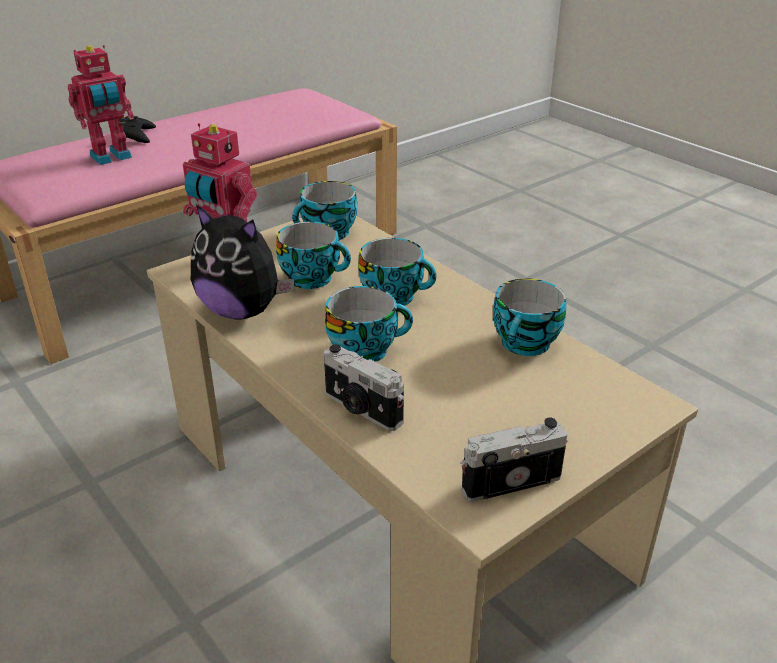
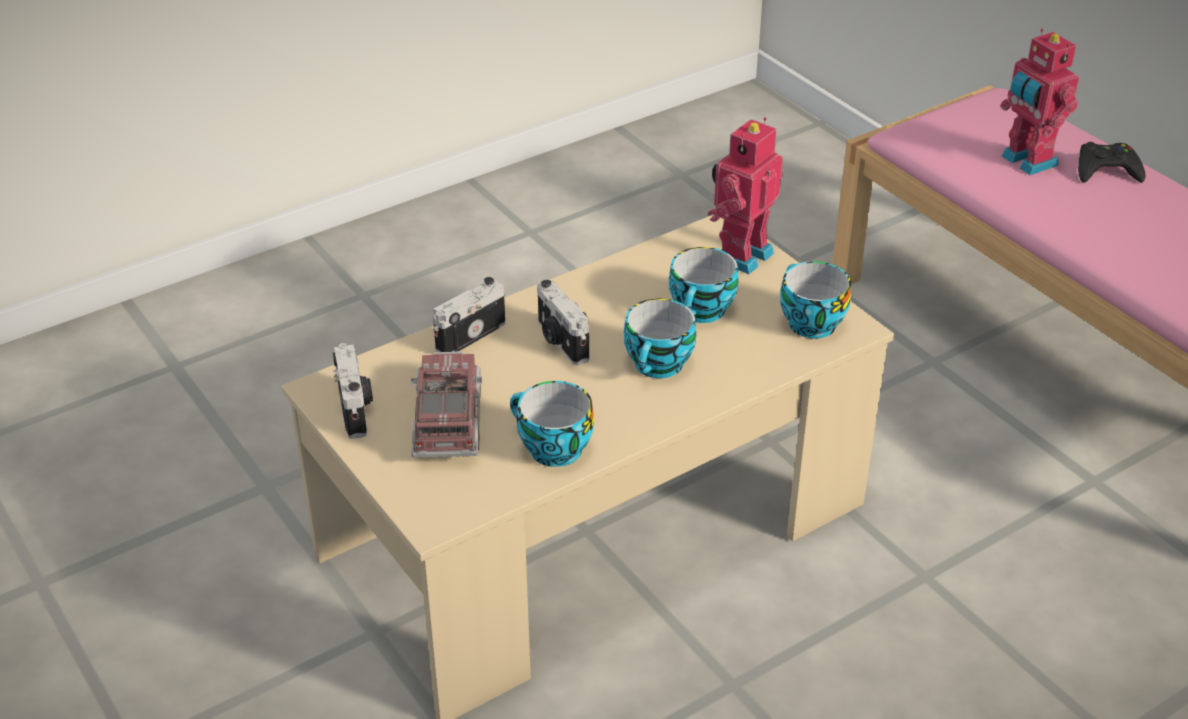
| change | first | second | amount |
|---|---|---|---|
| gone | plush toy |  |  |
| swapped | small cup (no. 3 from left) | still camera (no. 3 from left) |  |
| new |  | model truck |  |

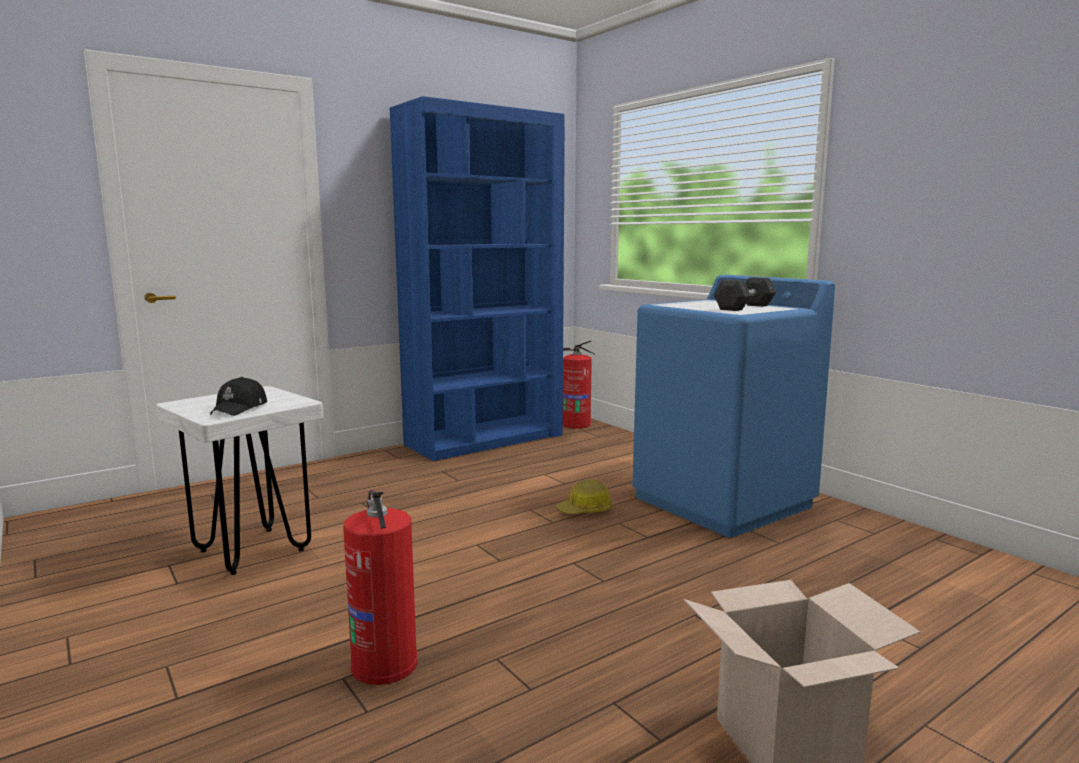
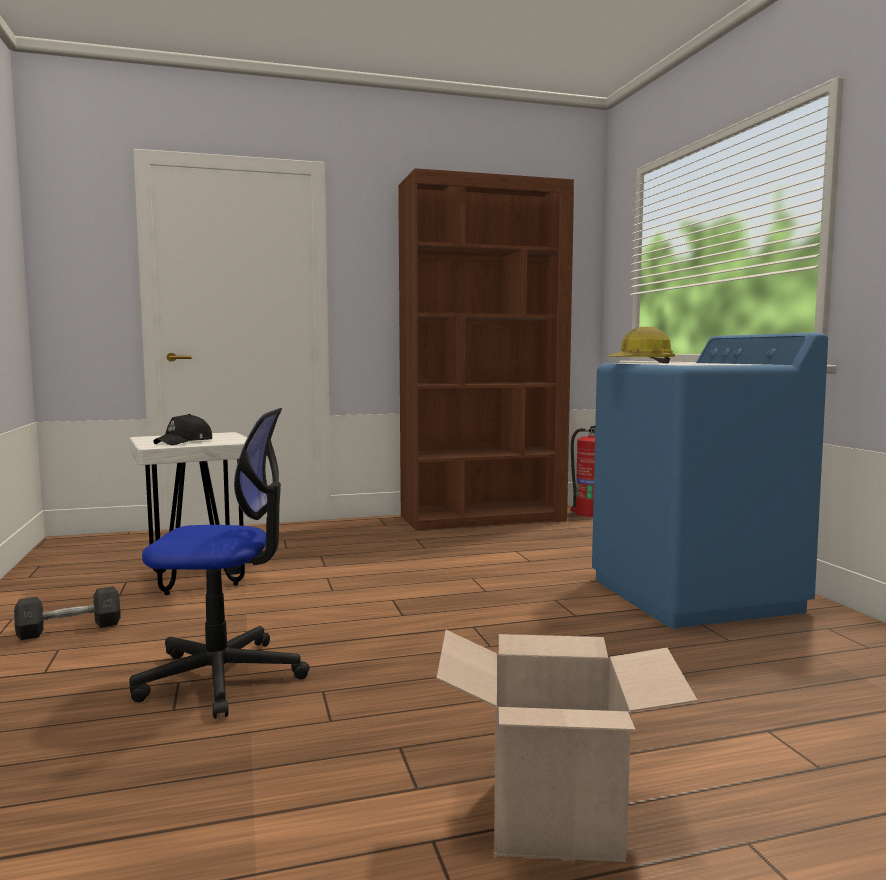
| change | first | second | amount |
|---|---|---|---|
| repainted | blue bookcase | brown bookcase |  |
| shifted | gray free weight |  |  |
| shifted | work helmet |  |  |
| swapped | fire-fighting cylinder (no. 1 from left) | office chair |  |

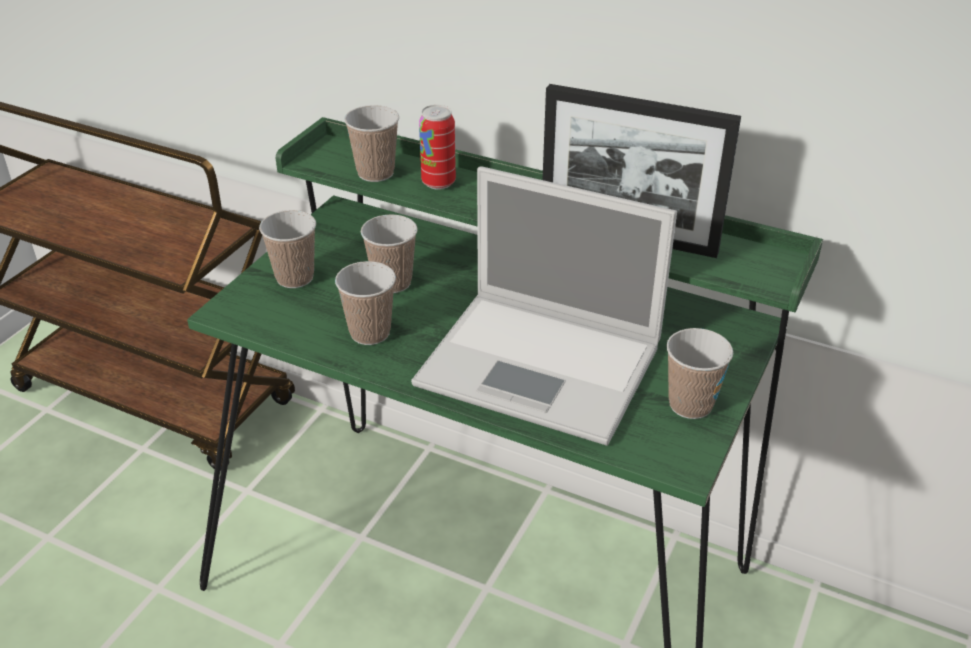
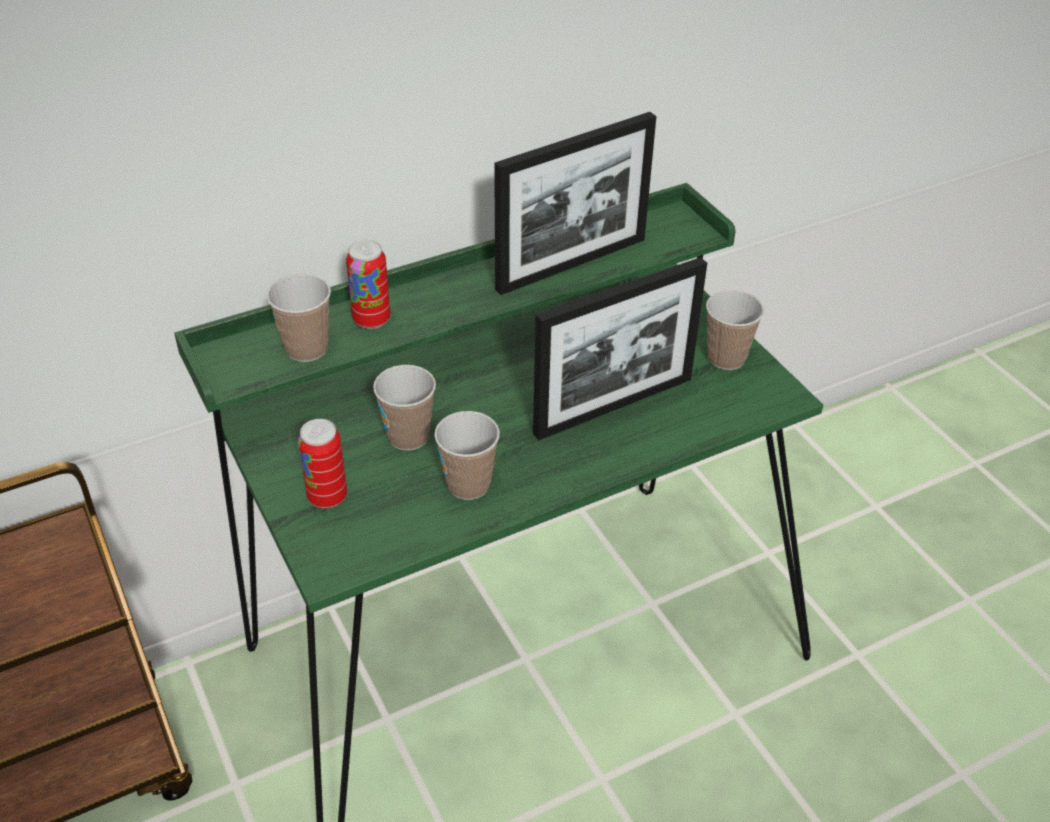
| change | first | second | amount |
|---|---|---|---|
| swapped | portable computer | photo frame (no. 2 from left) |  |
| swapped | small cup (no. 1 from left) | can (no. 1 from left) |  |

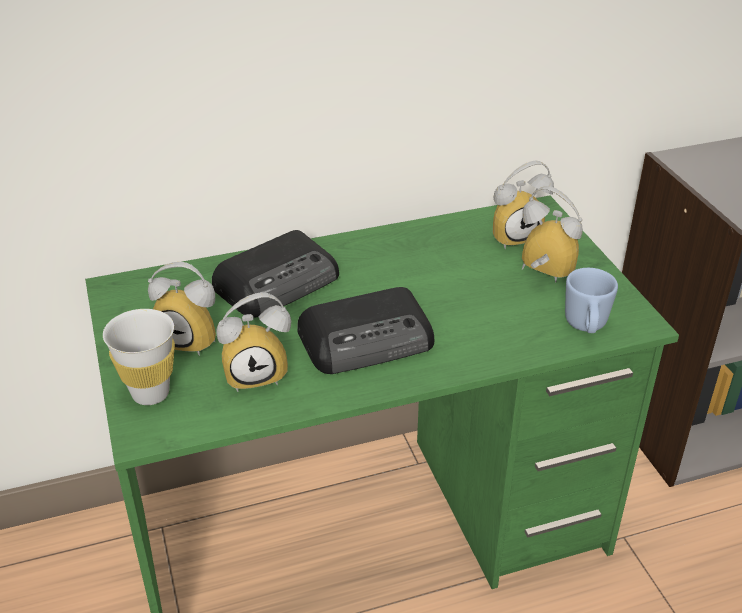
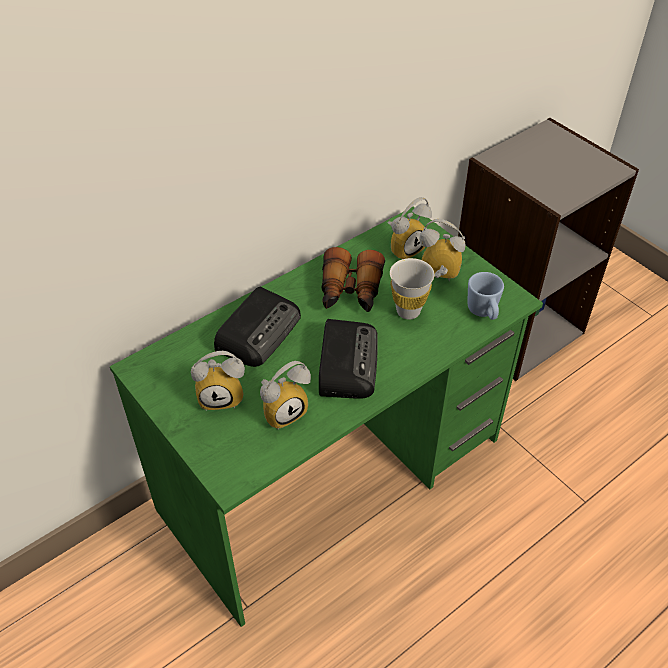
| change | first | second | amount |
|---|---|---|---|
| rotated | radio (no. 2 from left) |  | 45 degrees counterclockwise |
| shifted | white small cup |  |  |
| new |  | field glasses |  |

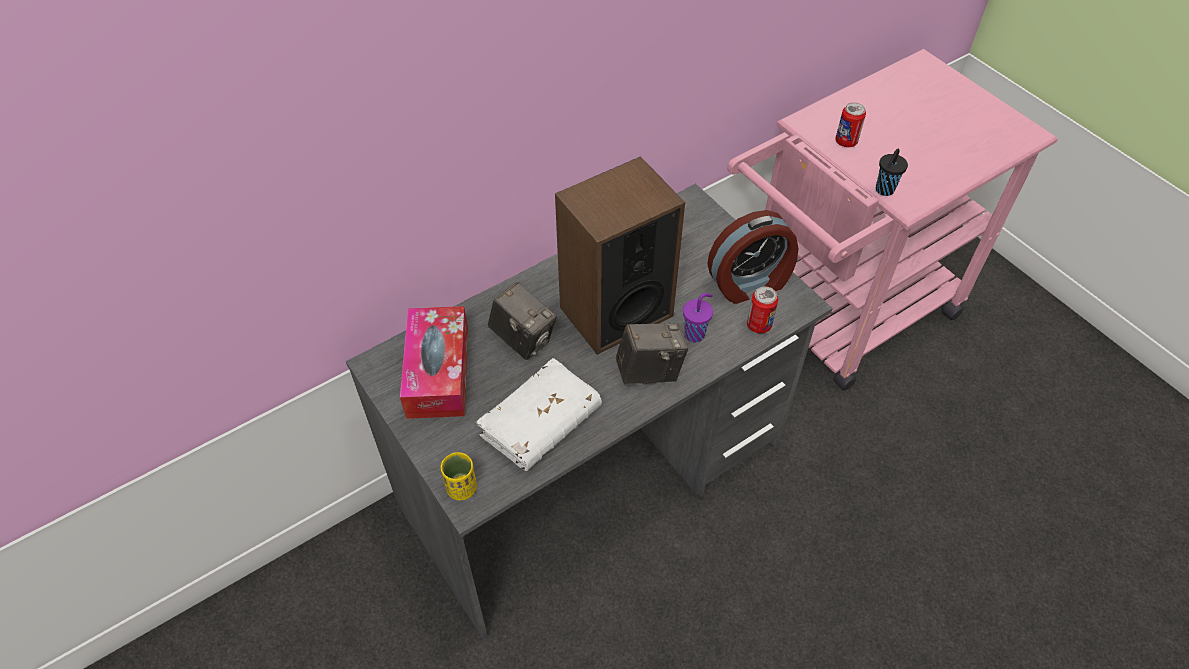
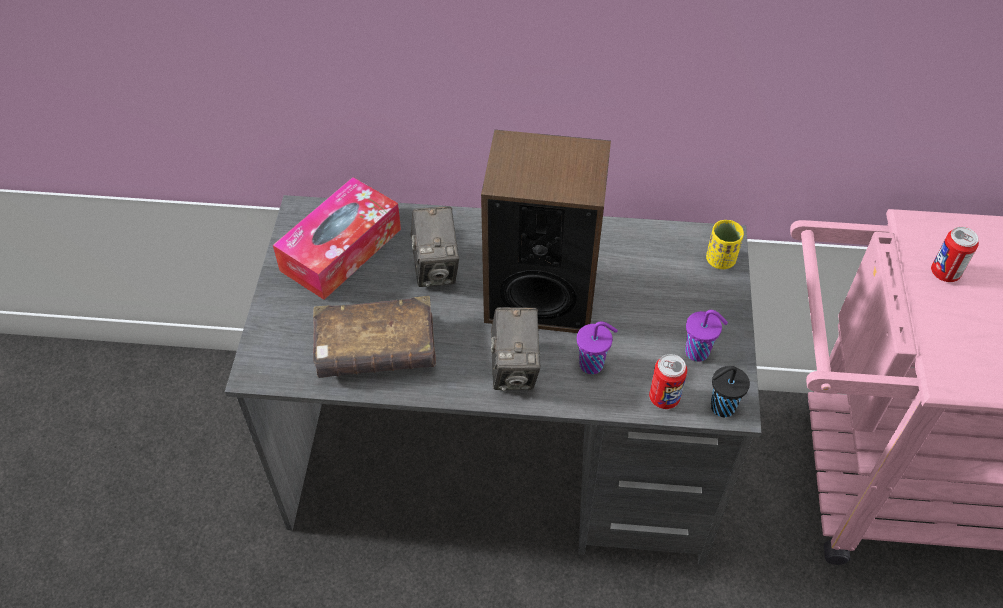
| change | first | second | amount |
|---|---|---|---|
| shifted | black-coloured small cup |  |  |
| swapped | alarm clock | purplish small cup (no. 2 from left) |  |
| rotated | still camera (no. 2 from left) |  | 60 degrees clockwise |
| repainted | white volume | brown volume |  |
| shifted | yellow-coloured small cup |  |  |

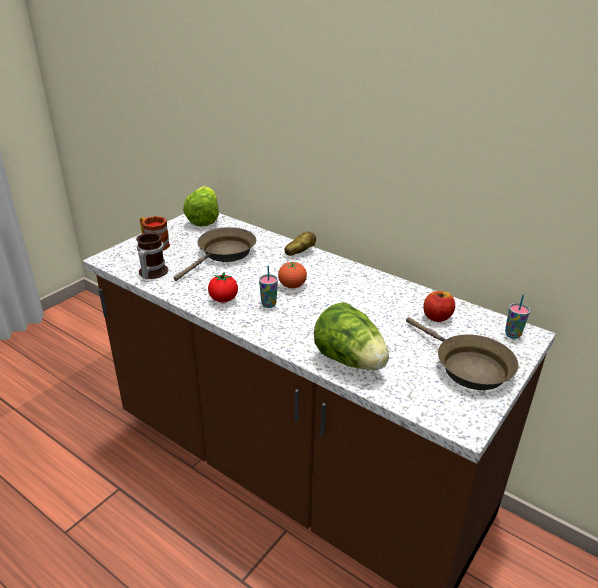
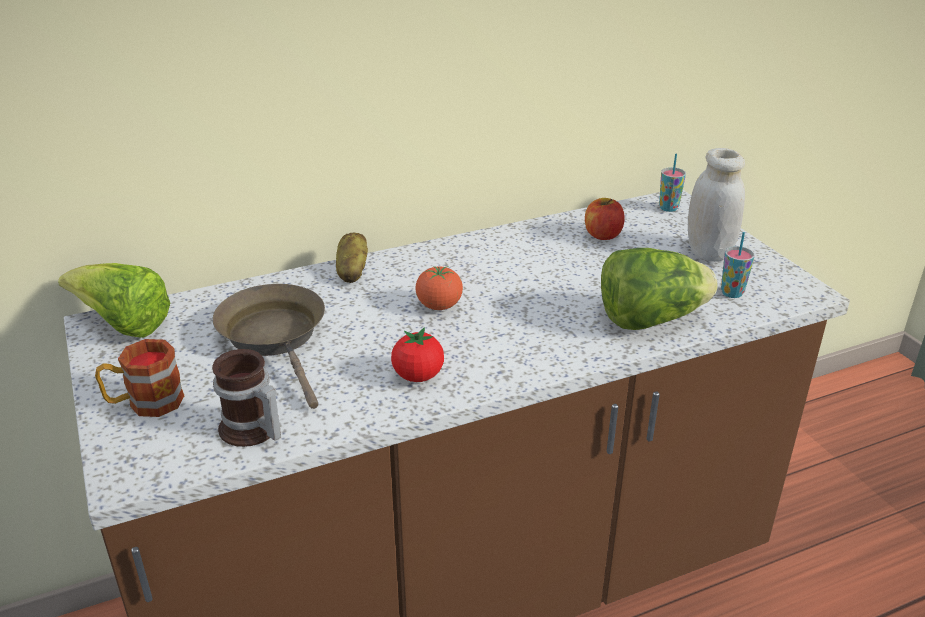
| change | first | second | amount |
|---|---|---|---|
| shifted | small cup (no. 1 from left in the first image) | small cup (no. 2 from left) |  |
| swapped | brown skillet (no. 2 from left) | white jar |  |

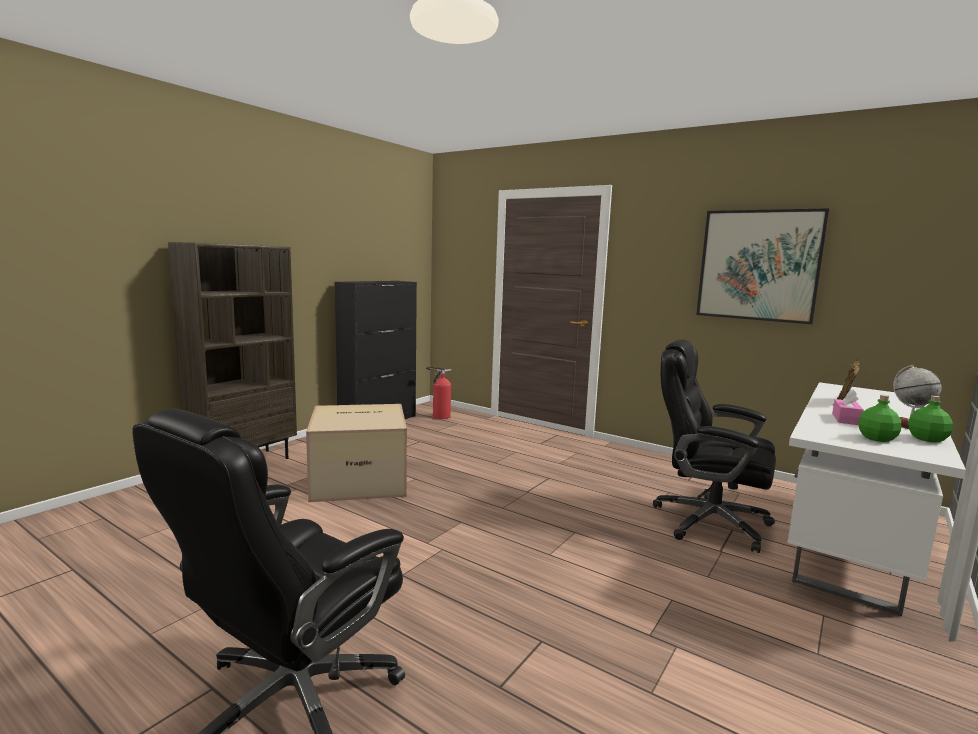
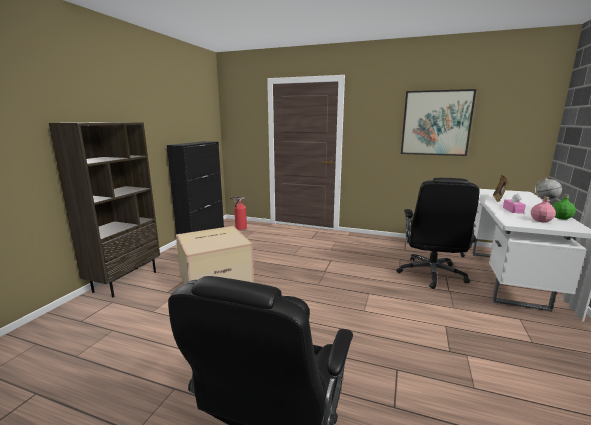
| change | first | second | amount |
|---|---|---|---|
| rotated | black-coloured office chair (no. 2 from left) |  | 90 degrees counterclockwise |
| repainted | green beverage bottle (no. 1 from left) | pink beverage bottle |  |

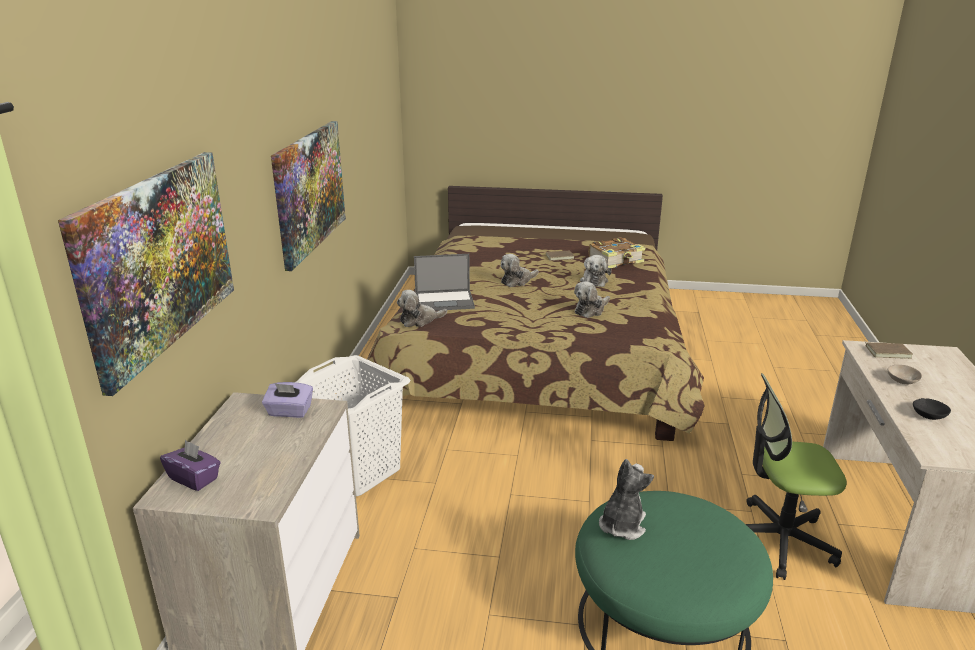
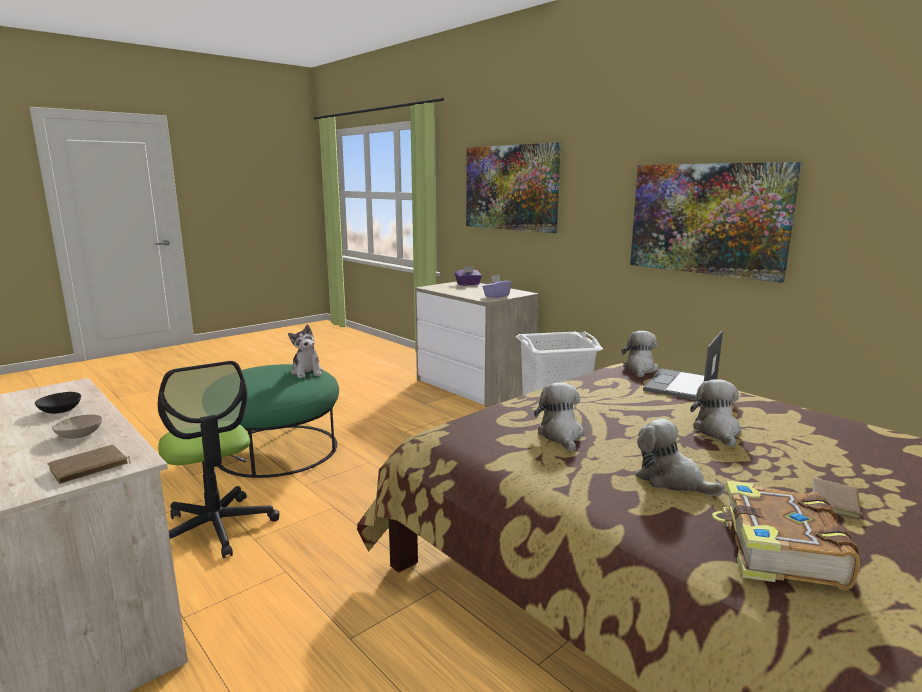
| change | first | second | amount |
|---|---|---|---|
| rotated | office chair |  | 105 degrees clockwise |

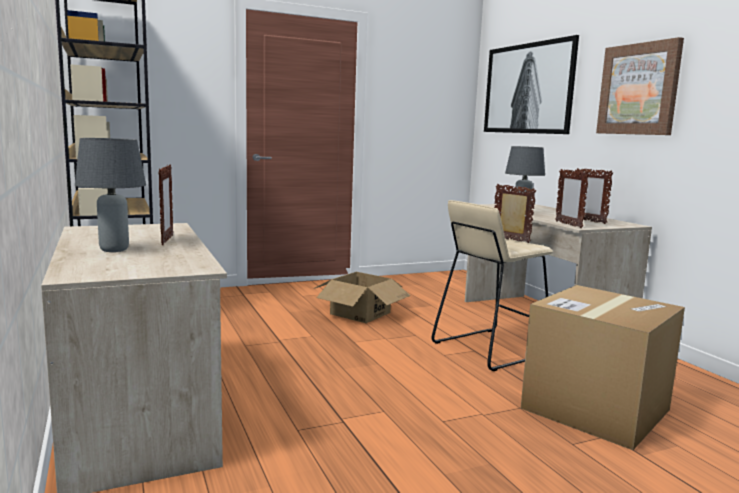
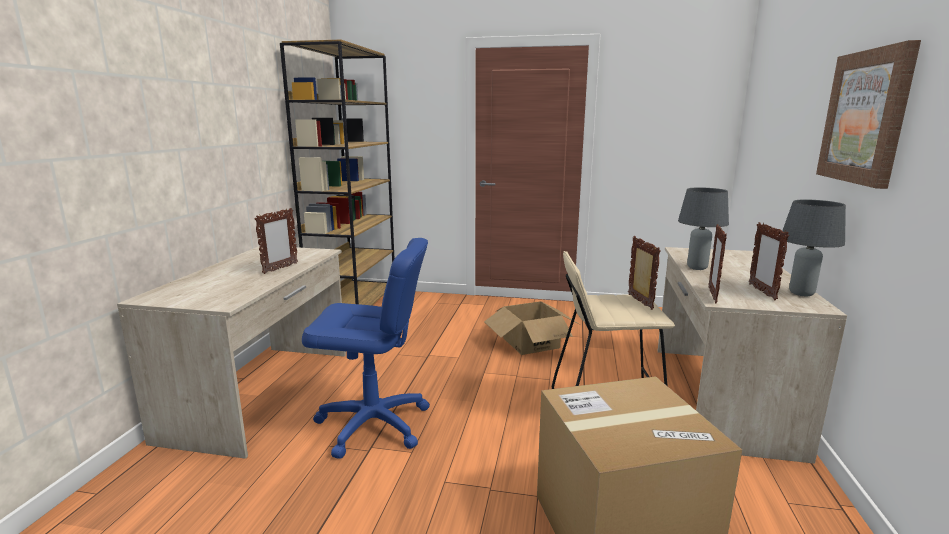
| change | first | second | amount |
|---|---|---|---|
| gone | picture (no. 1 from left) |  |  |
| shifted | gray lamp for a table (no. 1 from left in the first image) | gray lamp for a table (no. 2 from left) |  |
| new |  | blue office chair |  |

